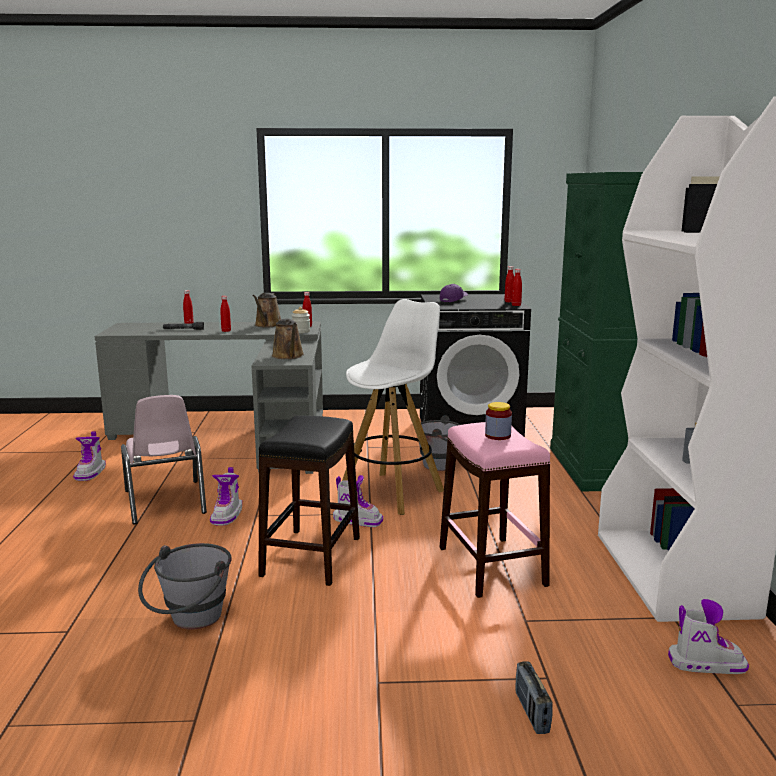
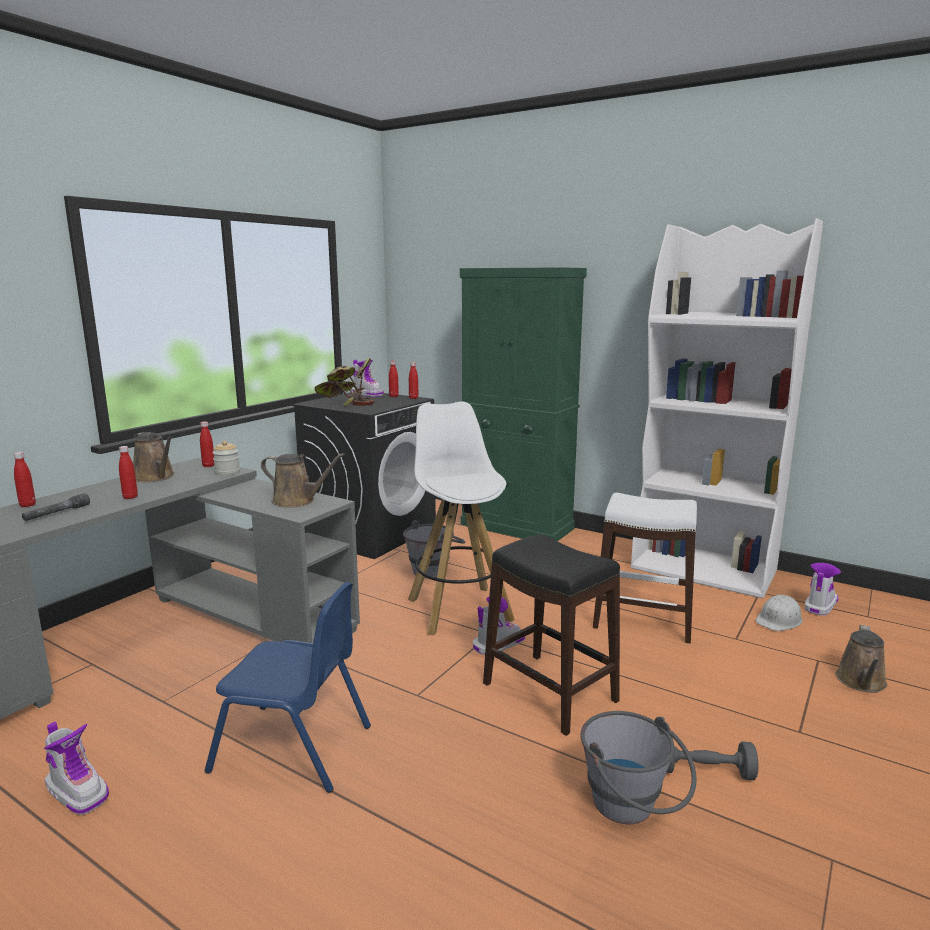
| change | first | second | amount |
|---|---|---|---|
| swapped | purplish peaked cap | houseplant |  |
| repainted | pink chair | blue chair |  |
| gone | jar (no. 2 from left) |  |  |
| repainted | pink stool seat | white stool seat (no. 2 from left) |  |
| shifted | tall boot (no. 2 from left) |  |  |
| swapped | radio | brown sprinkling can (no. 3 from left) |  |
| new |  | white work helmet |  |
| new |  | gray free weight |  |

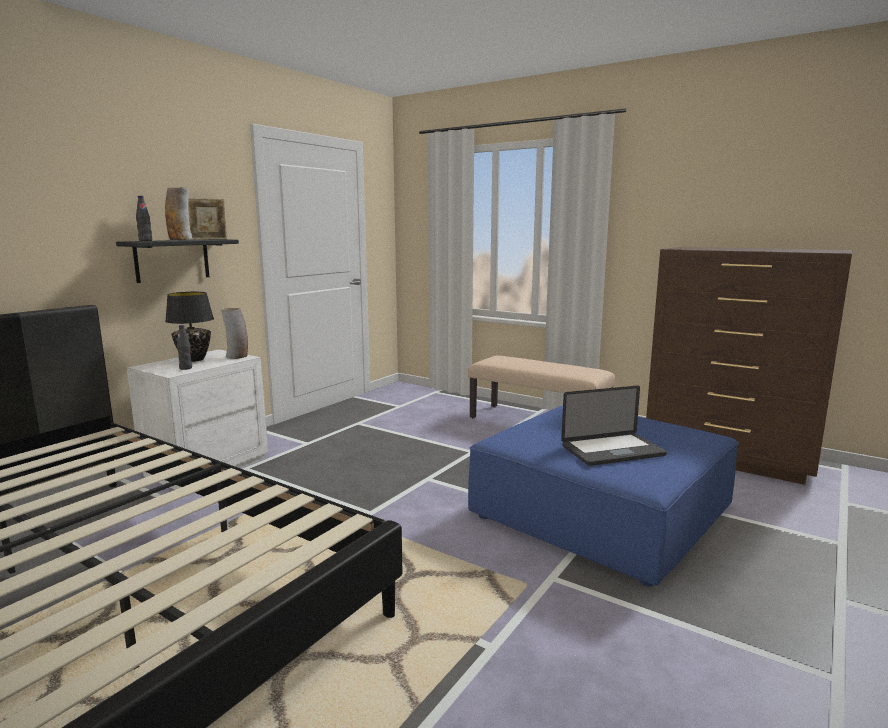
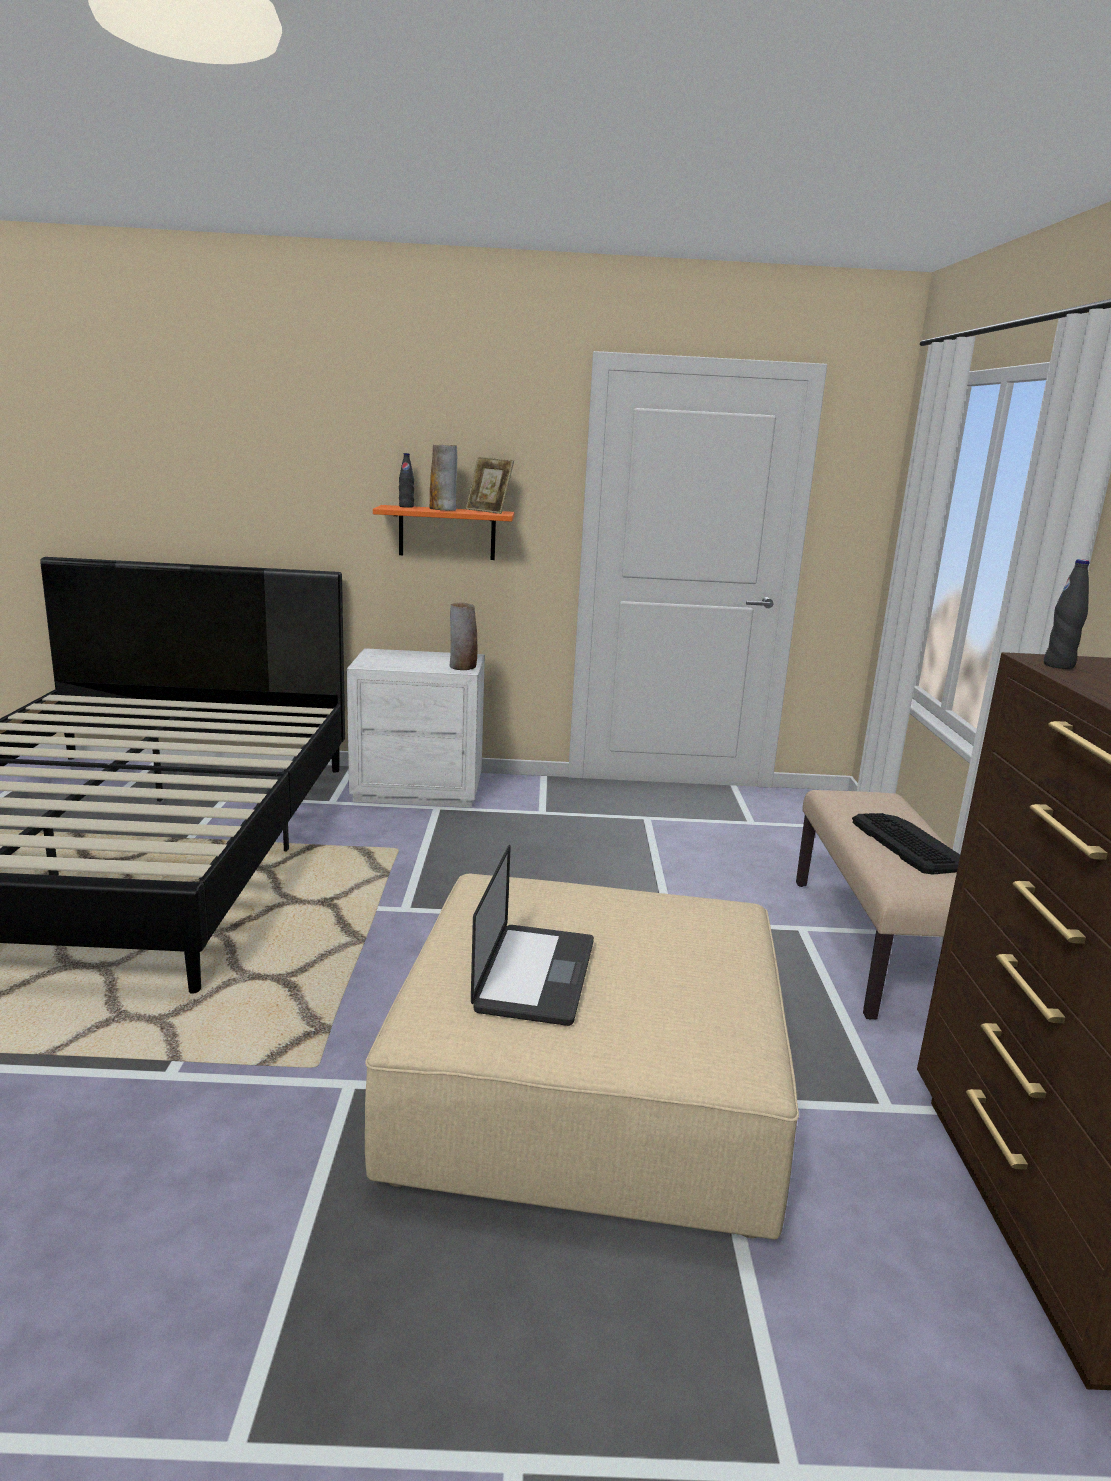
| change | first | second | amount |
|---|---|---|---|
| repainted | black-coloured wall shelf | orange-coloured wall shelf |  |
| gone | black-coloured lamp for a table |  |  |
| shifted | black-coloured beverage bottle (no. 2 from left) |  |  |
| rotated | portable computer |  | 120 degrees counterclockwise |
| repainted | blue pouffe | beige pouffe |  |
| new |  | computer keyboard |  |

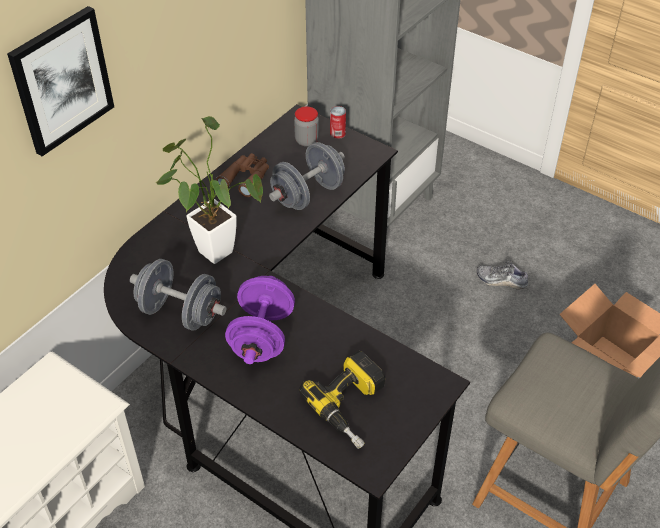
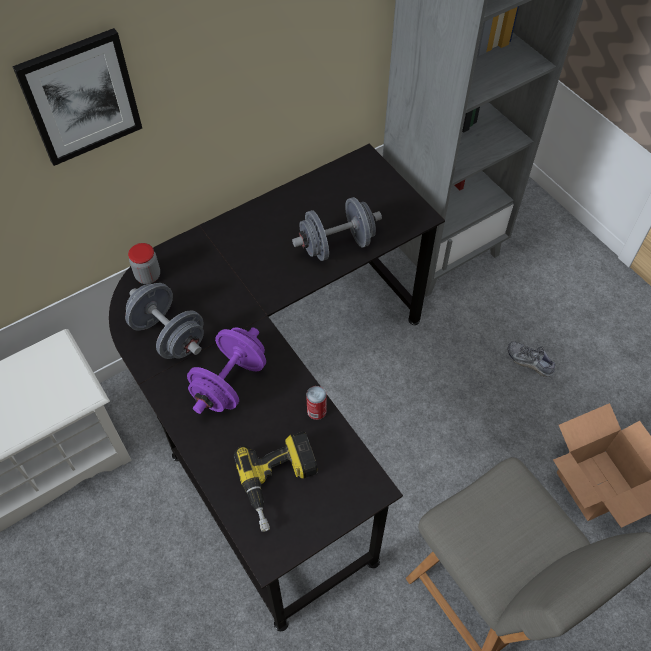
| change | first | second | amount |
|---|---|---|---|
| shifted | jar |  |  |
| shifted | can |  |  |
| gone | houseplant |  |  |
| gone | brown field glasses |  |  |

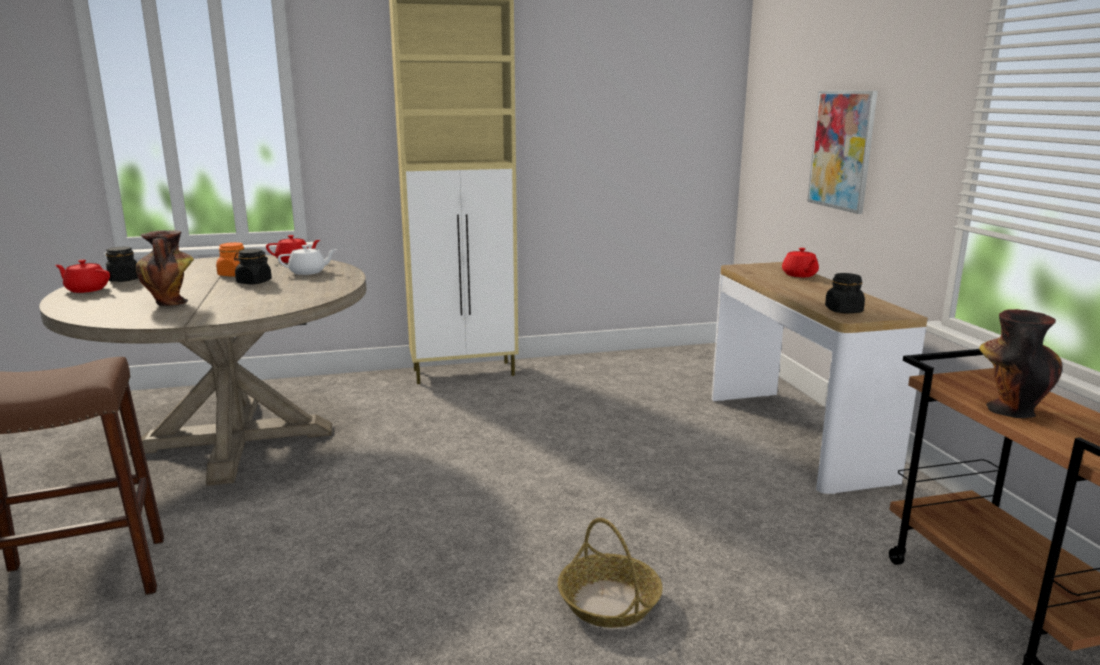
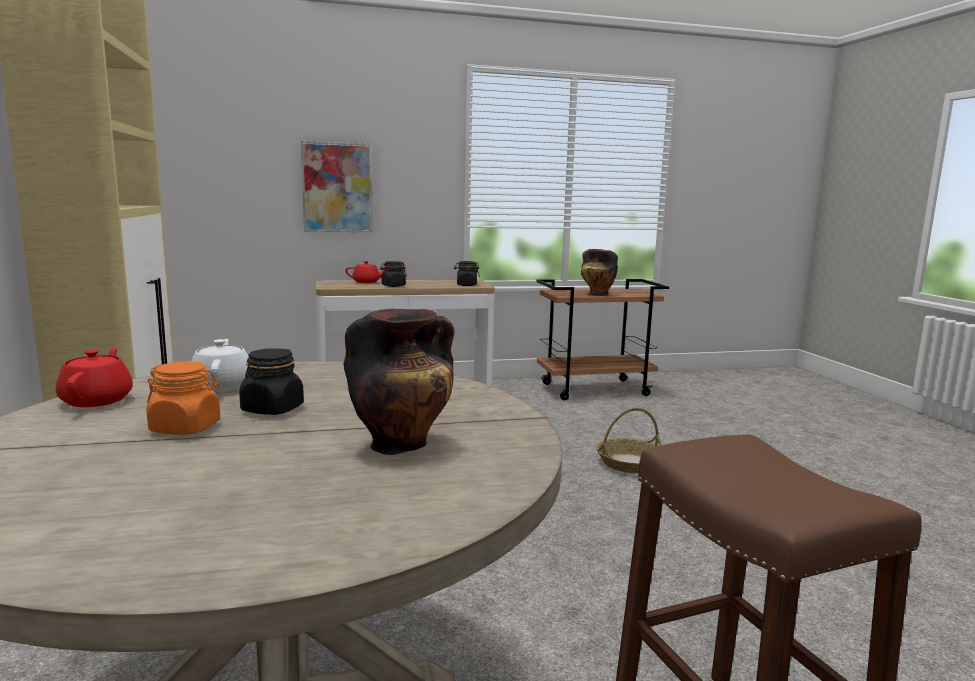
| change | first | second | amount |
|---|---|---|---|
| shifted | black-coloured jar (no. 1 from left in the first image) | black-coloured jar (no. 2 from left) |  |
| gone | red teapot (no. 1 from left) |  |  |

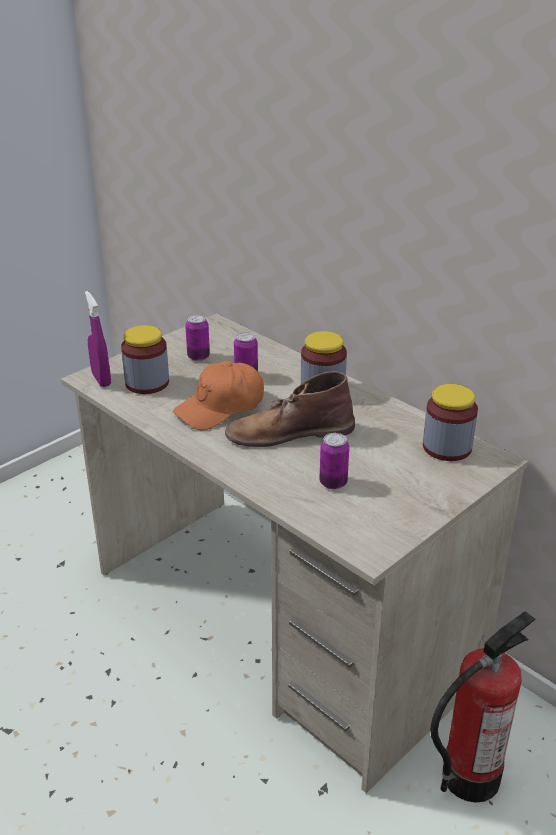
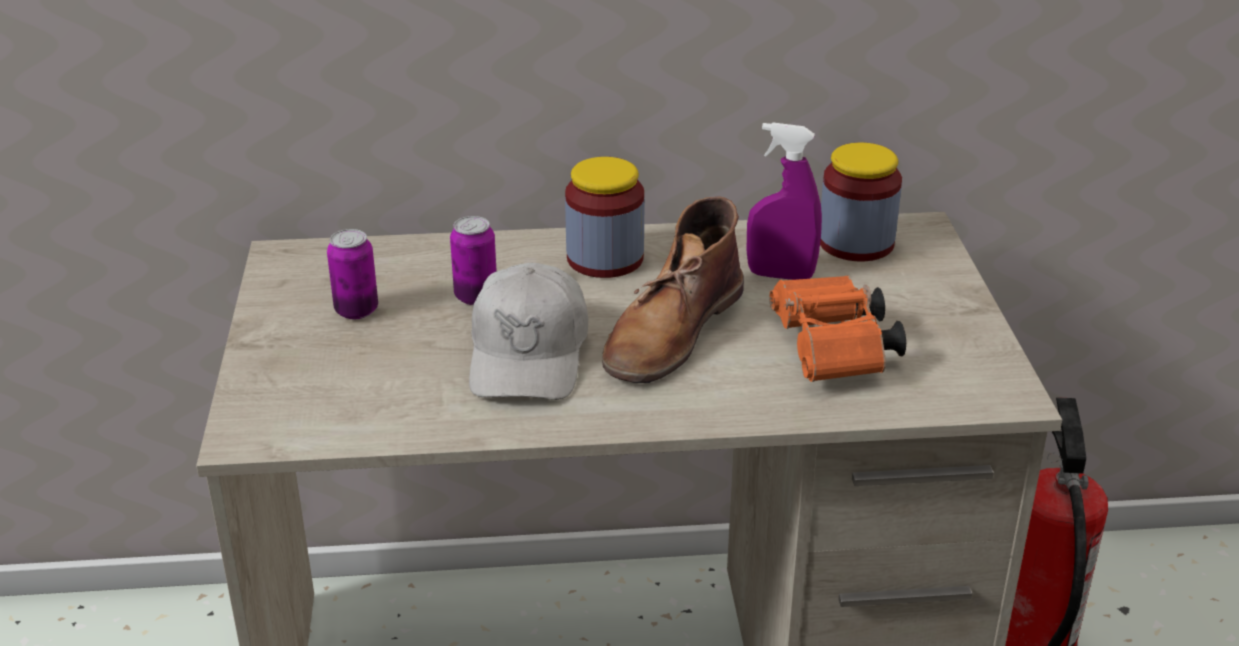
| change | first | second | amount |
|---|---|---|---|
| shifted | purplish spray bottle |  |  |
| gone | jar (no. 1 from left) |  |  |
| repainted | orange-coloured peaked cap | white peaked cap |  |
| swapped | can (no. 3 from left) | orange-coloured field glasses |  |

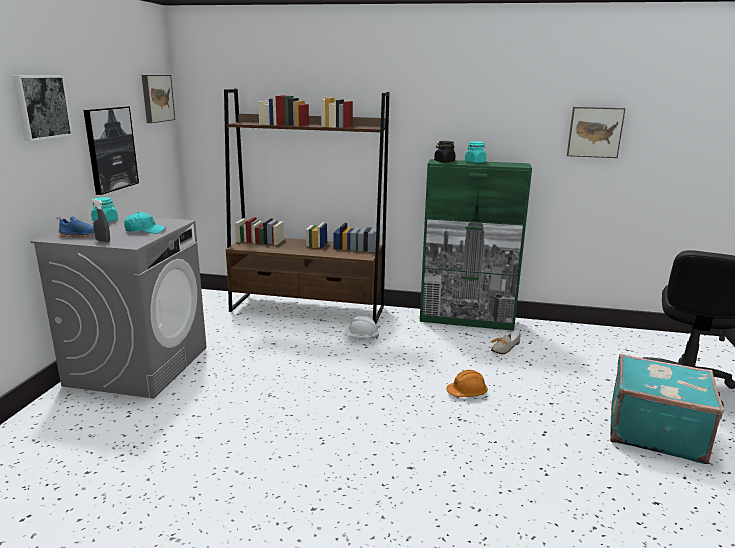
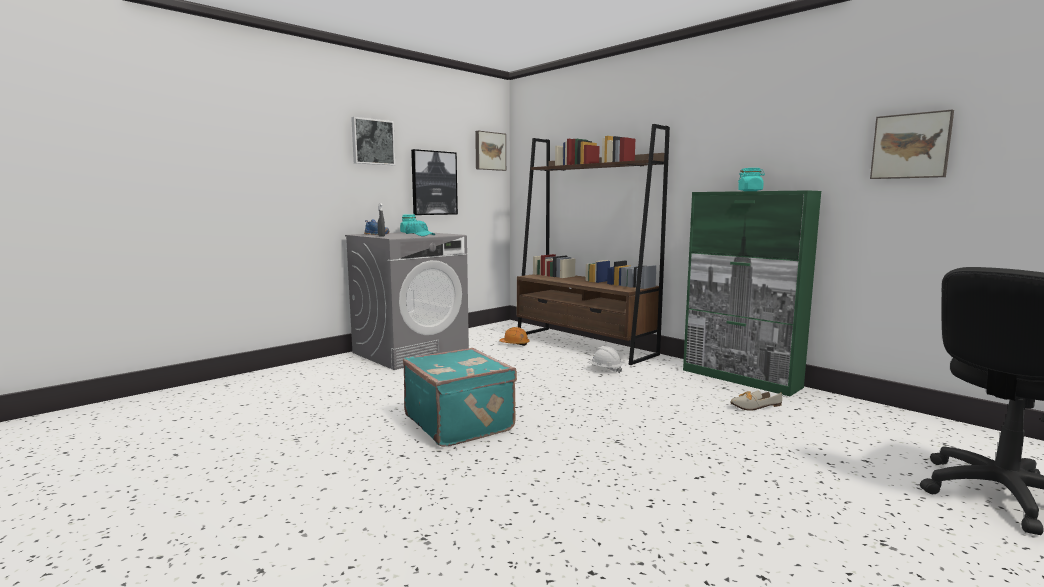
| change | first | second | amount |
|---|---|---|---|
| gone | black-coloured jar |  |  |
| shifted | turquoise travel case |  |  |
| shifted | orange-coloured work helmet |  |  |

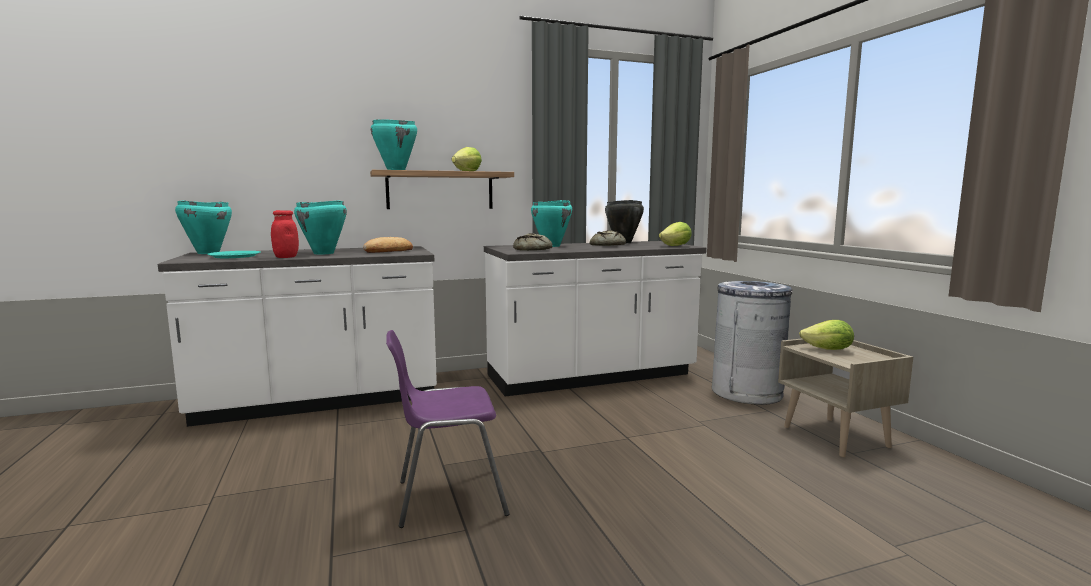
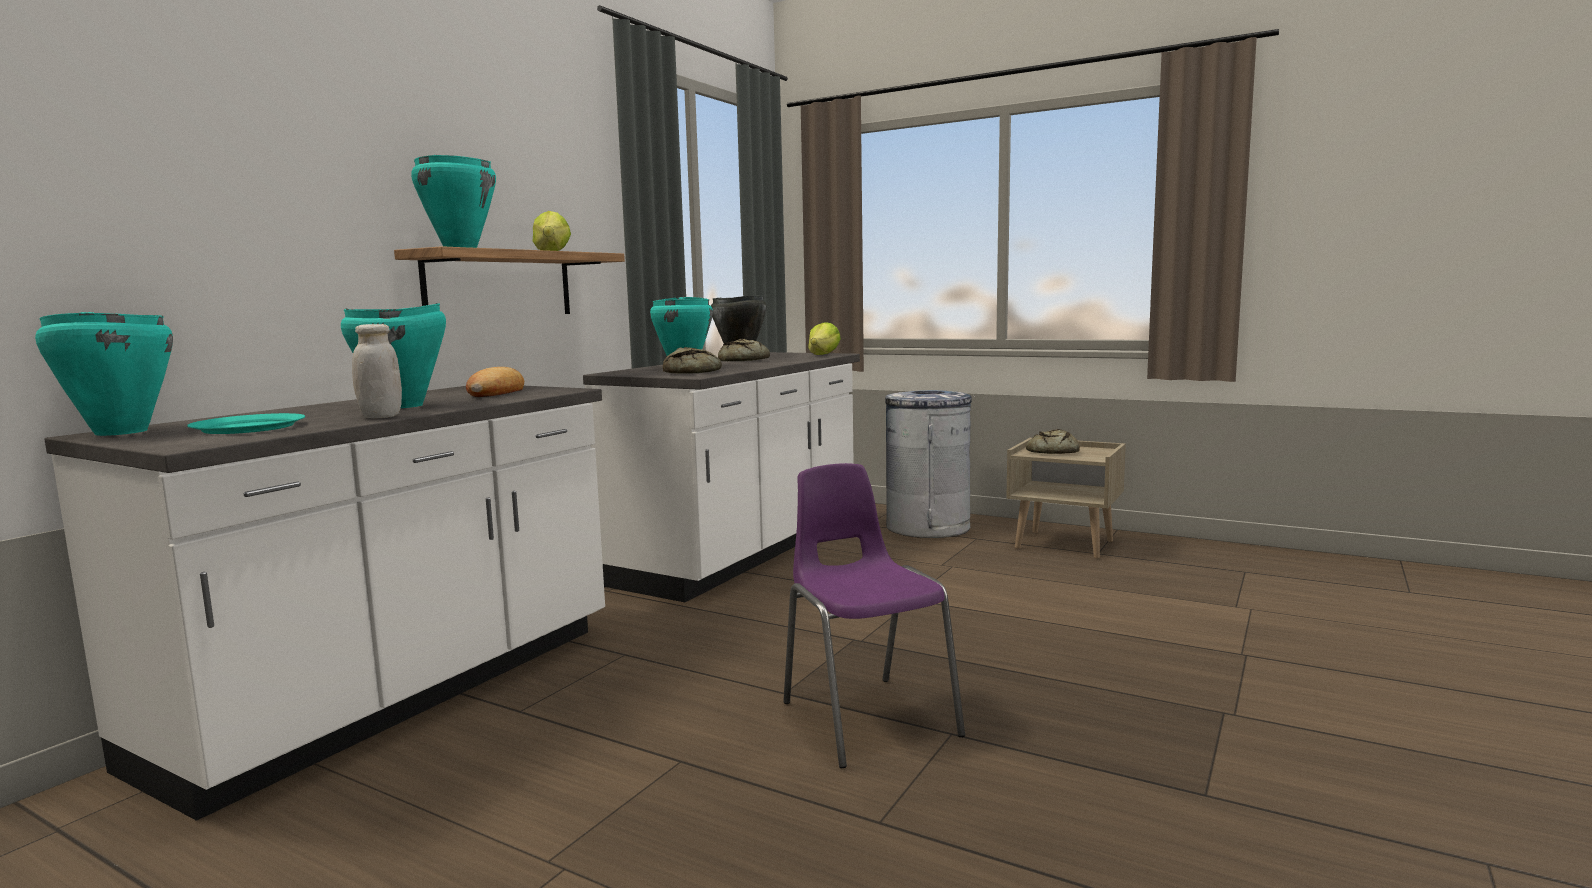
| change | first | second | amount |
|---|---|---|---|
| repainted | red jar | white jar |  |
| swapped | lettuce head (no. 3 from left) | bakery bread (no. 4 from left) |  |
| rotated | purplish chair |  | 120 degrees clockwise |

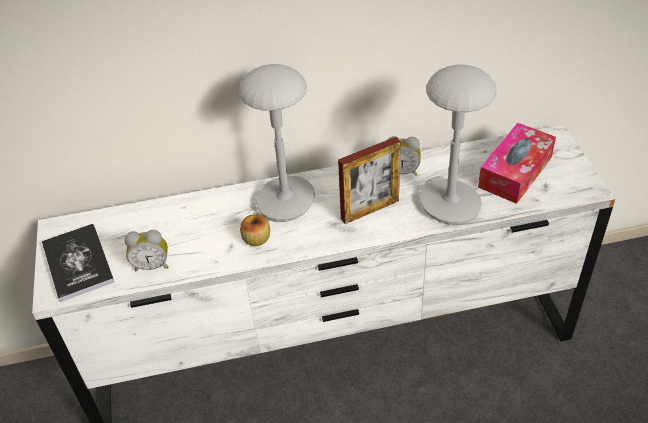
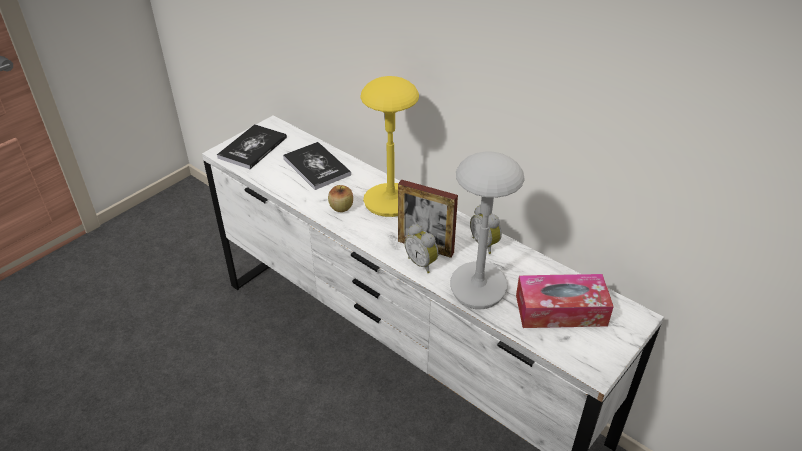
| change | first | second | amount |
|---|---|---|---|
| repainted | gray lamp for a table (no. 1 from left) | yellow-coloured lamp for a table |  |
| shifted | alarm clock (no. 1 from left) |  |  |
| new |  | volume (no. 2 from left) |  |

